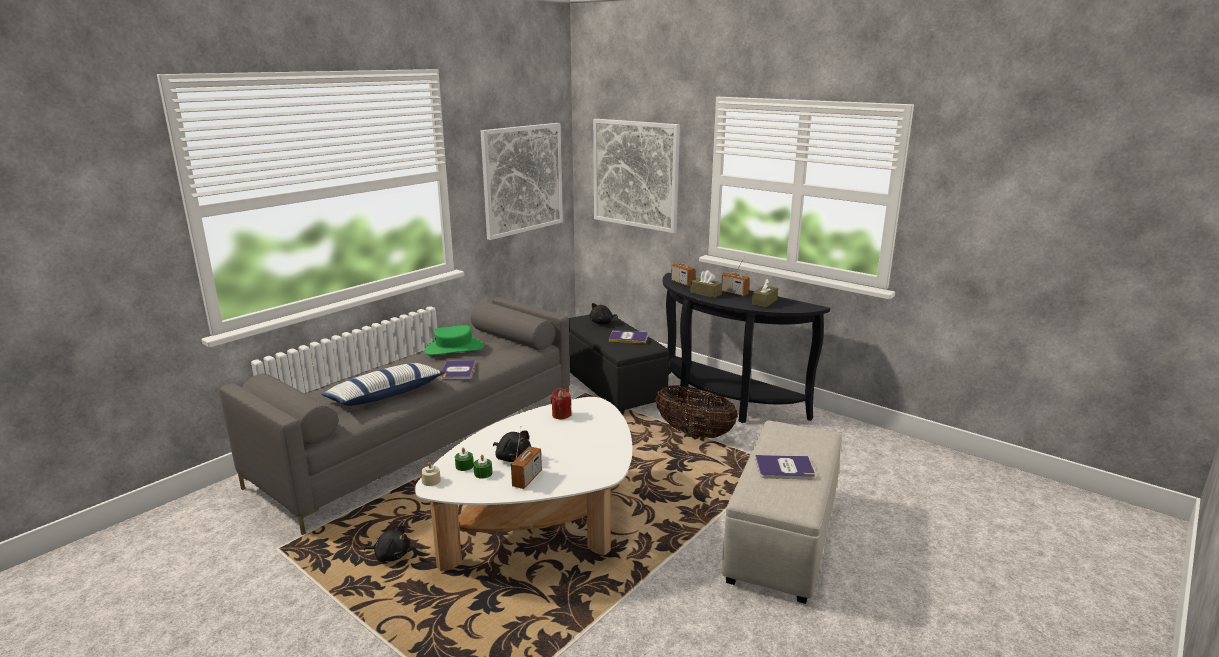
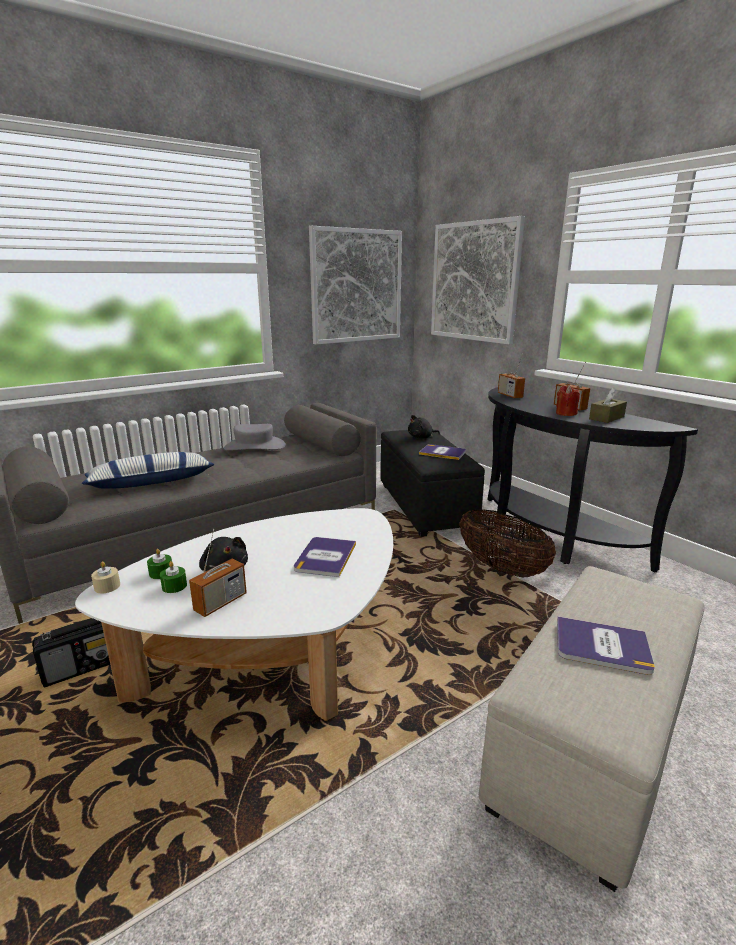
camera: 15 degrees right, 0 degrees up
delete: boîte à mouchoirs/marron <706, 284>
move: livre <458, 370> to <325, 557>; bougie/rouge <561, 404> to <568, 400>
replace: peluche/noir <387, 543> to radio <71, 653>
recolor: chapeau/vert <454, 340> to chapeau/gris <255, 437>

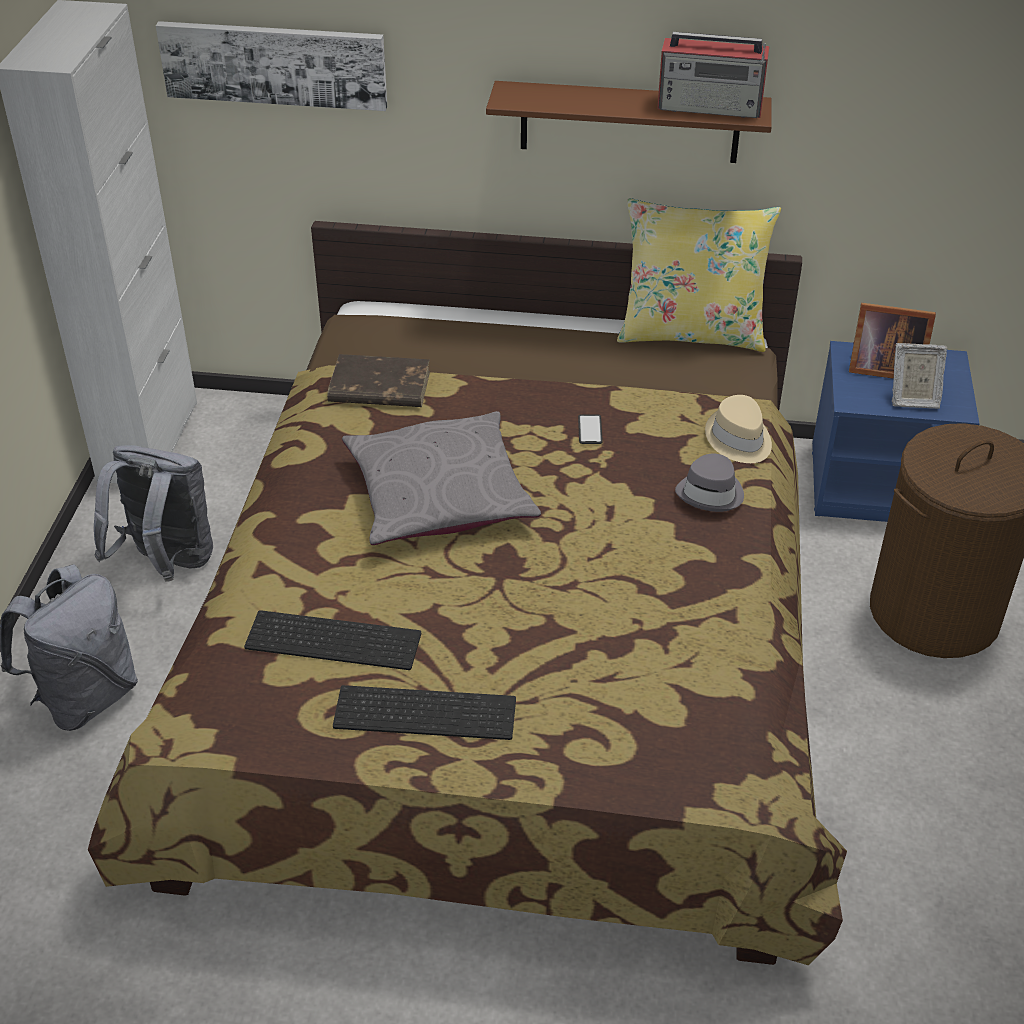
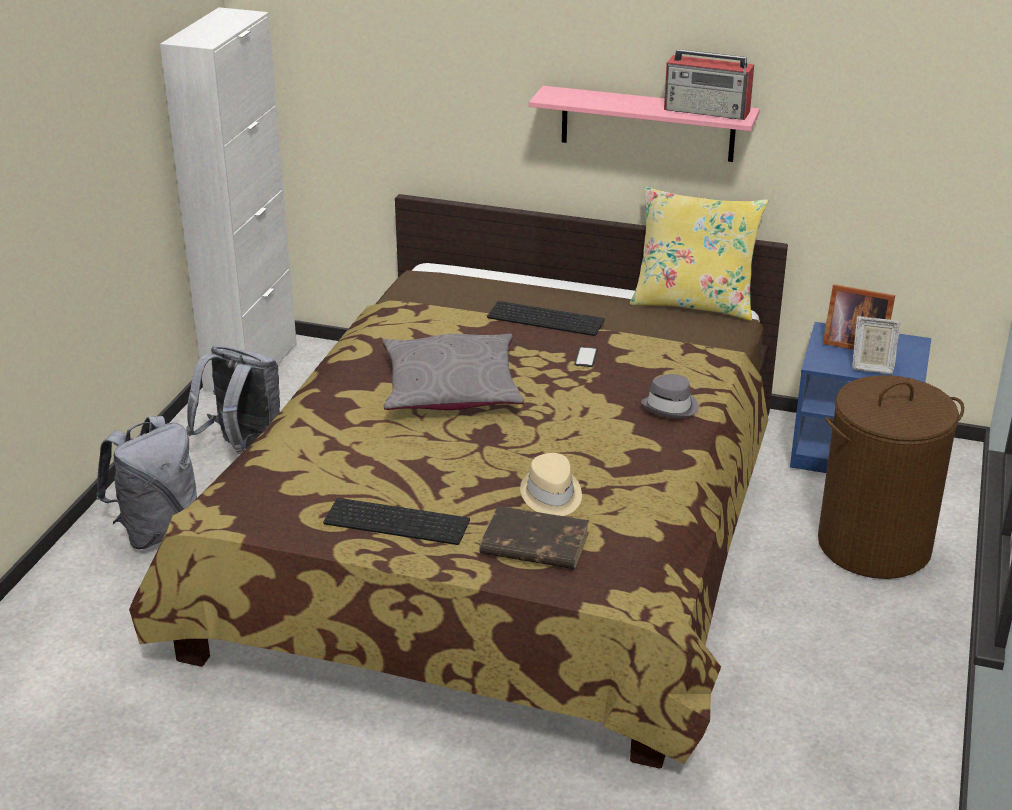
camera: 10 degrees right, 10 degrees down
delete: tableau <271, 66>
move: livre/marron <378, 380> to <534, 537>; chapeau/beige <738, 429> to <551, 484>; clavier <332, 640> to <546, 318>
recolor: étagère/marron <629, 122> to étagère/rose <644, 124>

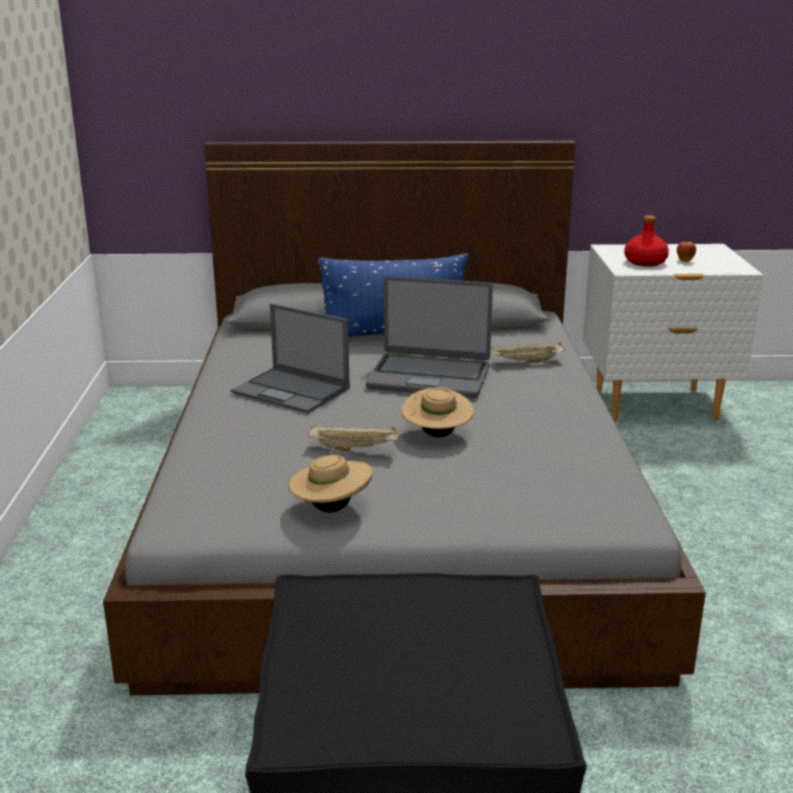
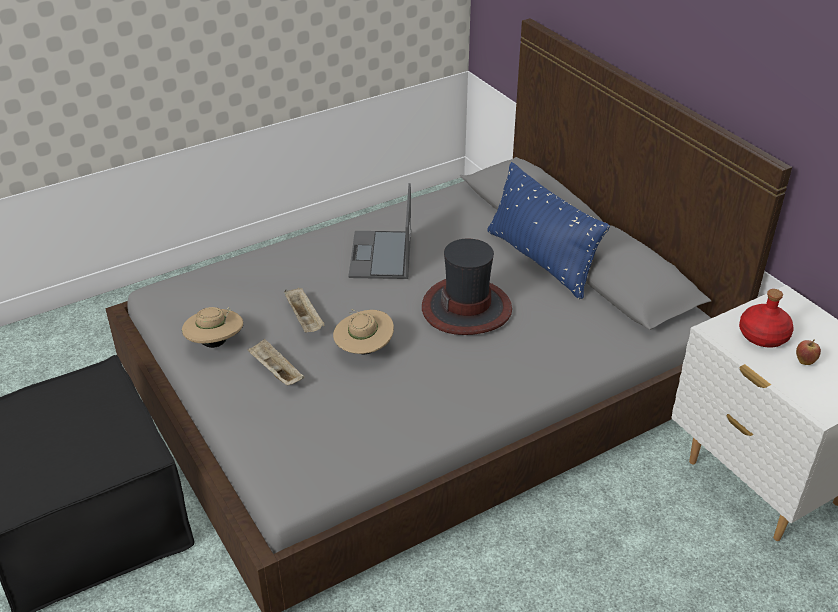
camera: 60 degrees right, 15 degrees up
move: plateau/beige <527, 352> to <276, 362>
replace: ordinateur portable <429, 337> to chapeau <467, 287>

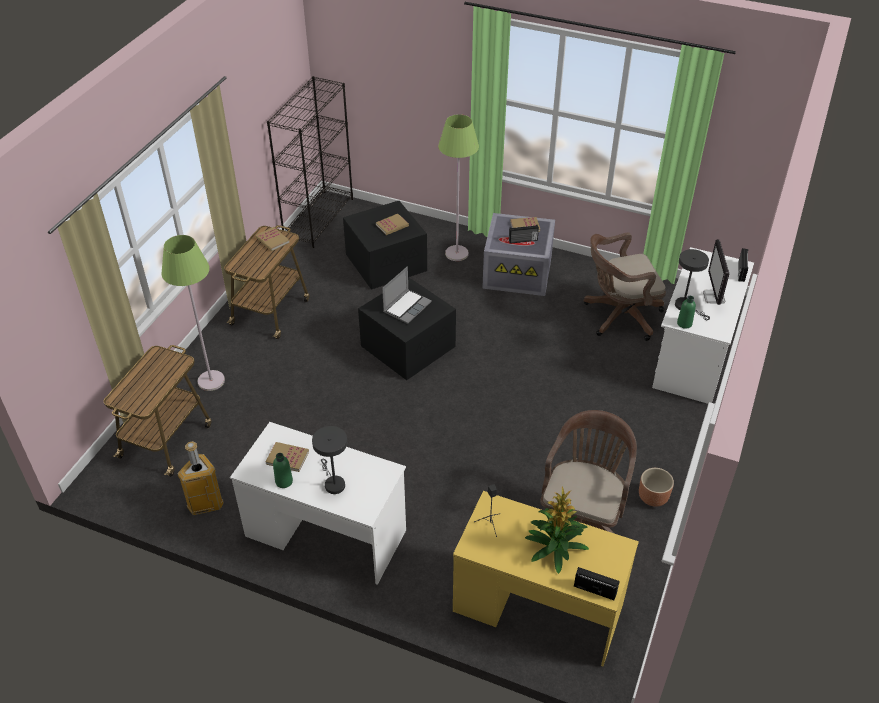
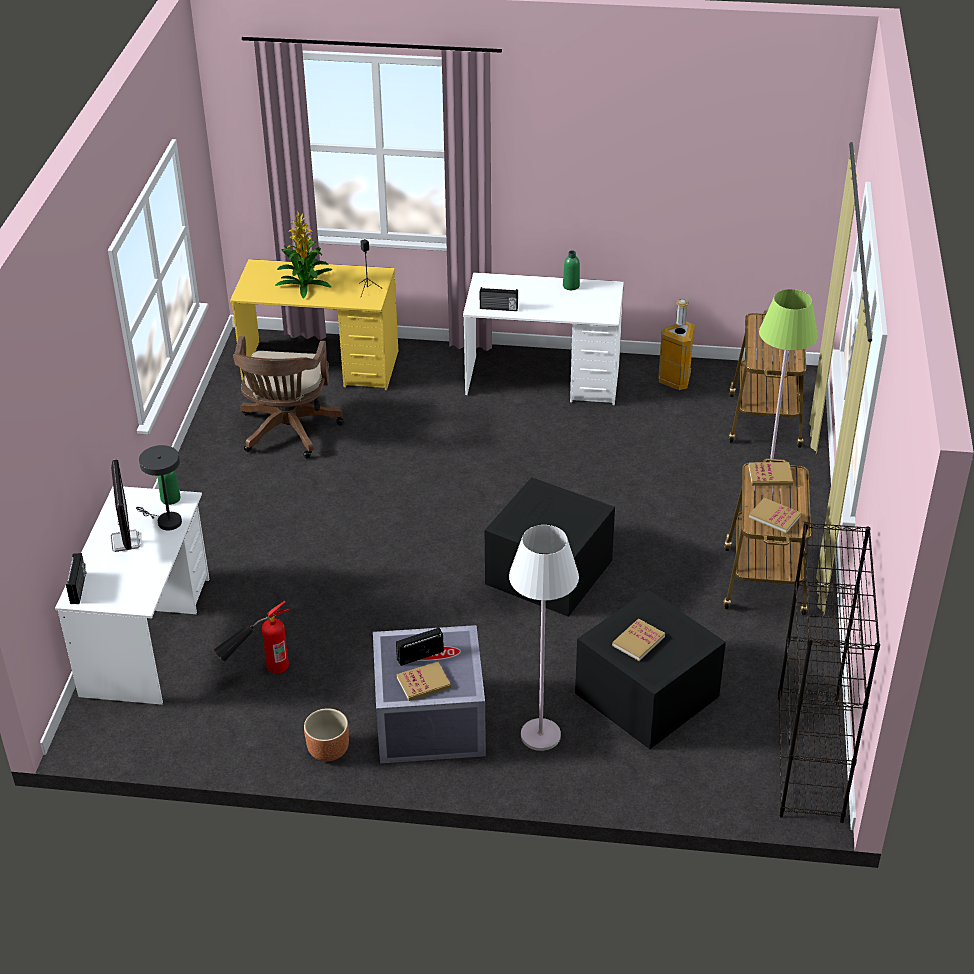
camera: 165 degrees right, 5 degrees down
delete: ordinateur portable <407, 295>; lampe de table/gris <329, 460>
move: livre <287, 457> to <770, 474>; cache-pot/marron <656, 487> to <326, 734>; radio <597, 583> to <499, 299>
replace: chaise de bureau/marron <625, 287> to extincteur <252, 637>
recolor: lampadaire/vert <458, 187> to lampadaire/blanc <544, 638>

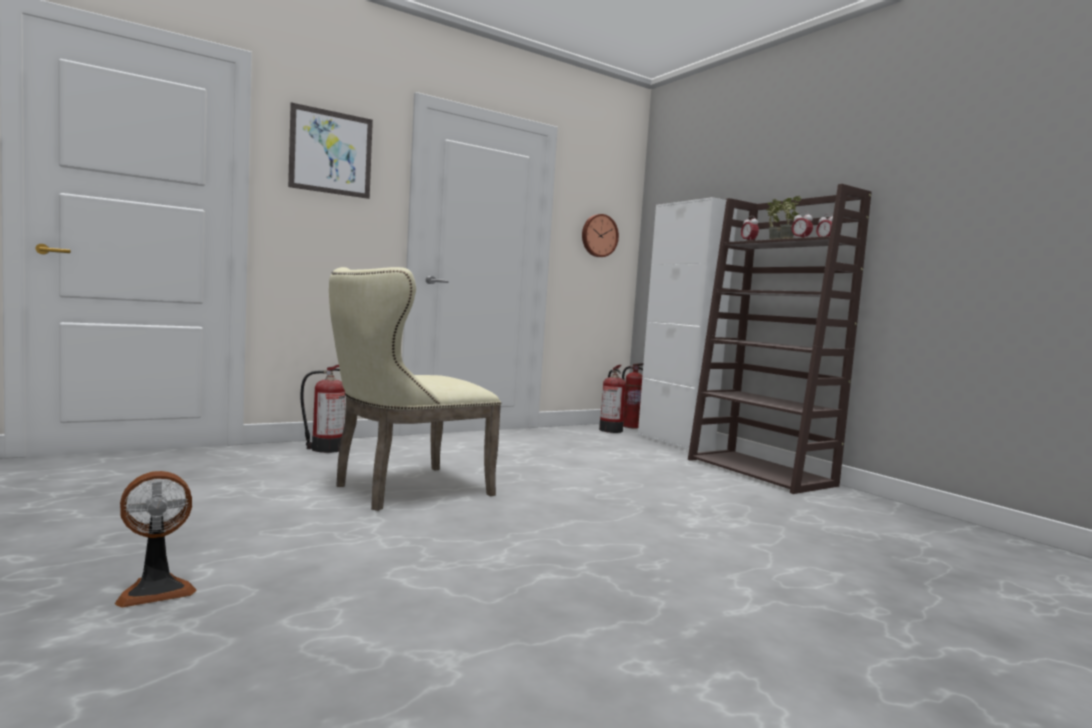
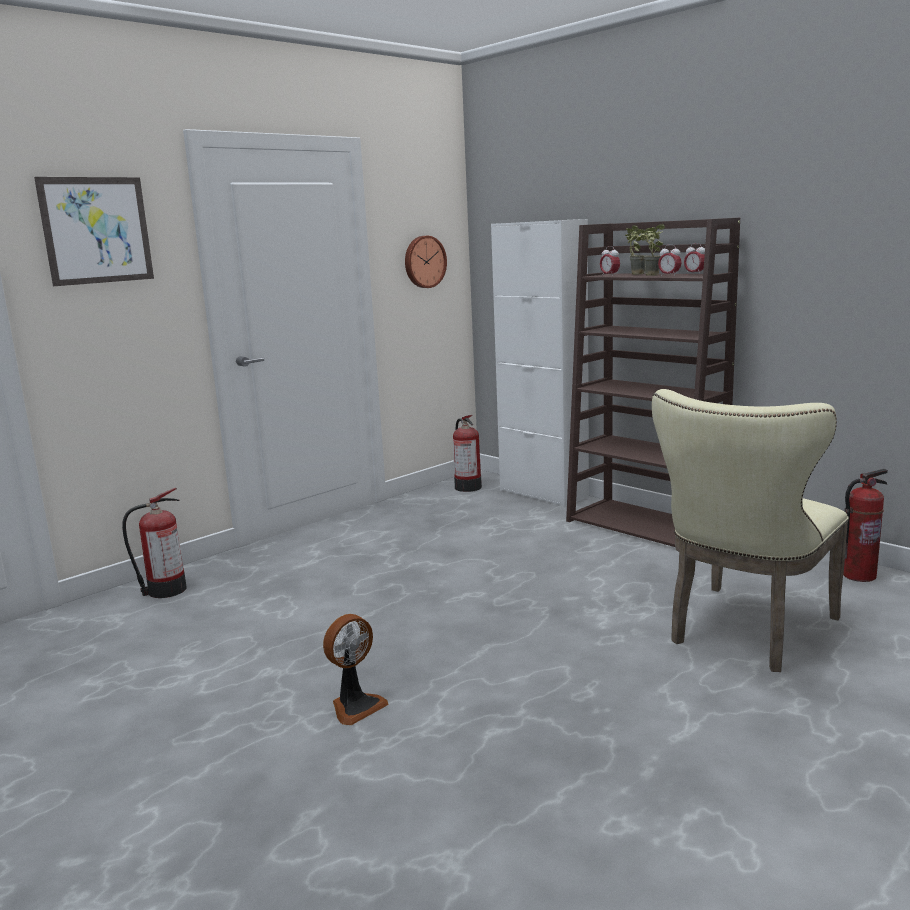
camera: 10 degrees left, 10 degrees up
move: chaise/beige <415, 389> to <750, 530>; extincteur <632, 396> to <865, 525>; ventilateur <156, 539> to <356, 669>

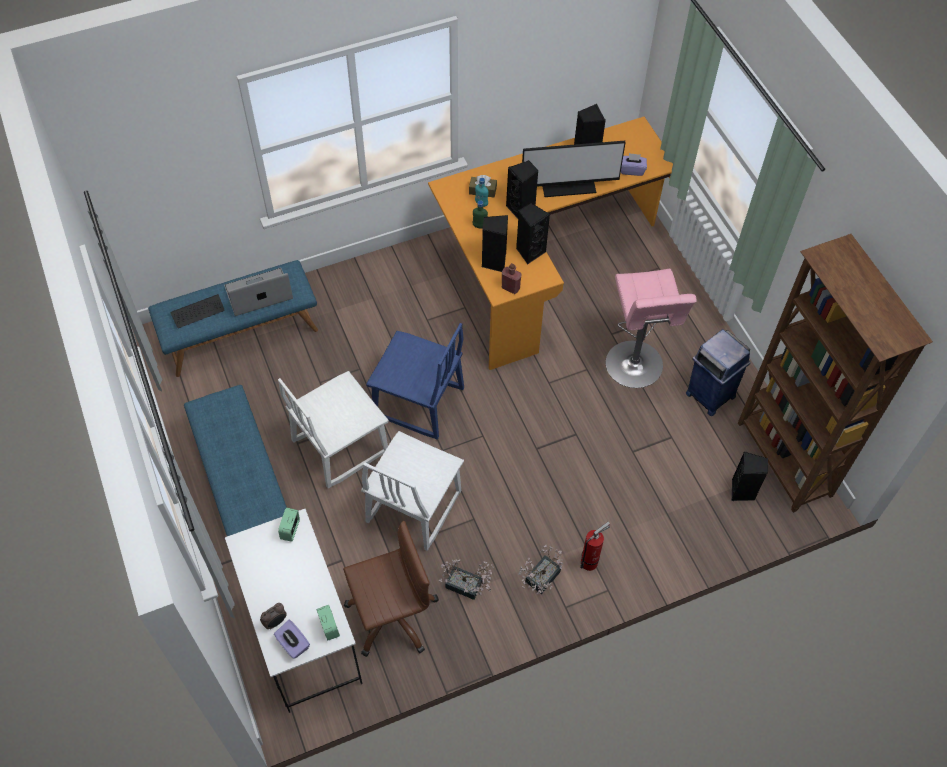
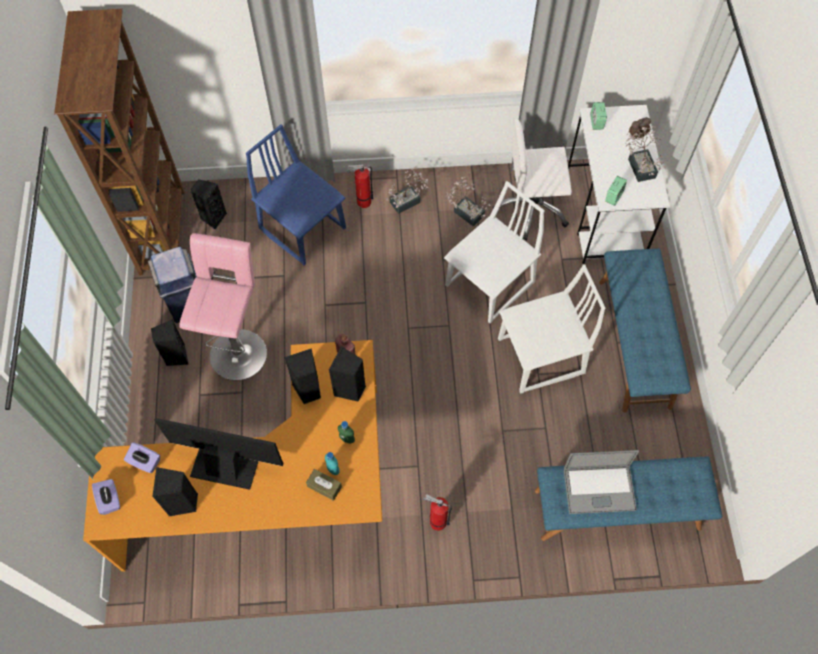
camera: 160 degrees left, 5 degrees up
delete: clavier <197, 311>
insert: plante en pot <645, 154>; extincteur <437, 512>
move: enceinte/noir <522, 189> to <170, 342>; chaise/bleu <415, 381> to <296, 194>; boîte à mouchoirs/violet <292, 639> to <106, 497>
recolor: chaise de bureau/marron <391, 589> to chaise de bureau/blanc <532, 179>

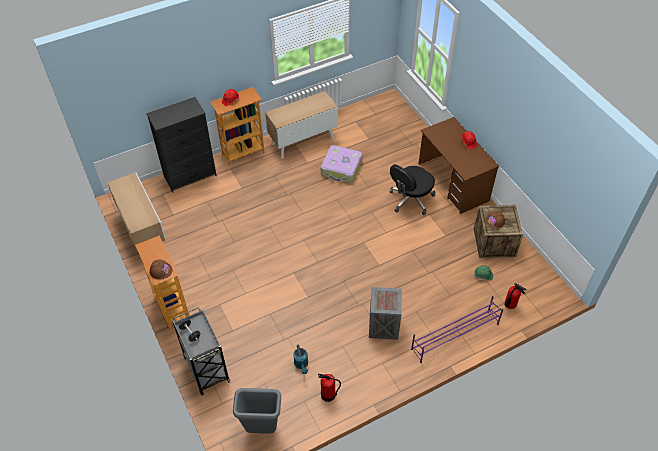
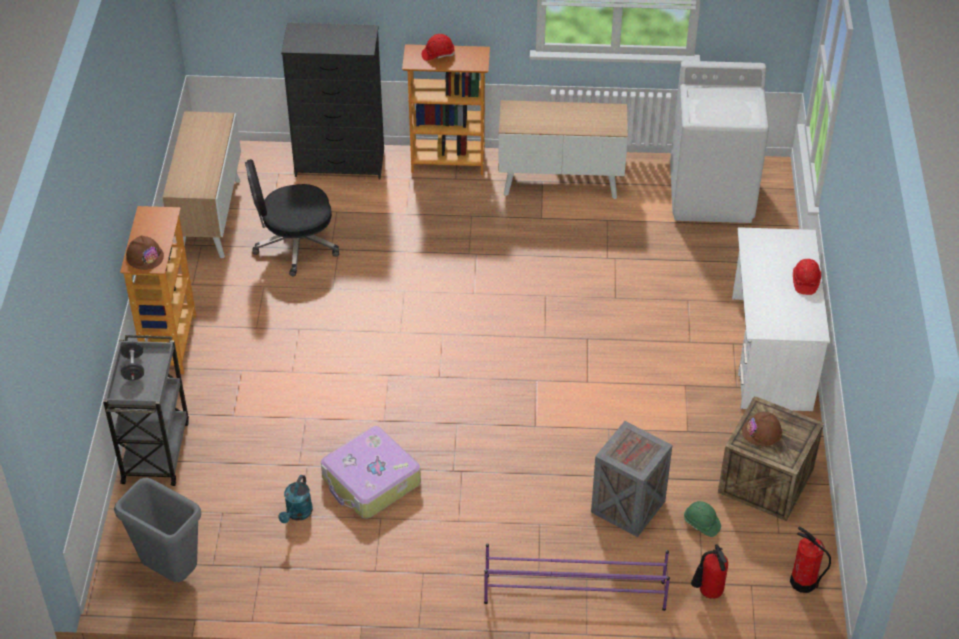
camera: 30 degrees right, 5 degrees down
insert: lave-linge/blanc <719, 142>
move: valise <342, 164> to <371, 472>; chaise de bureau/noir <413, 189> to <292, 217>; caisse <385, 313> to <632, 479>; extincteur <329, 388> to <810, 560>
recolor: bureau/marron <459, 165> to bureau/blanc <781, 319>

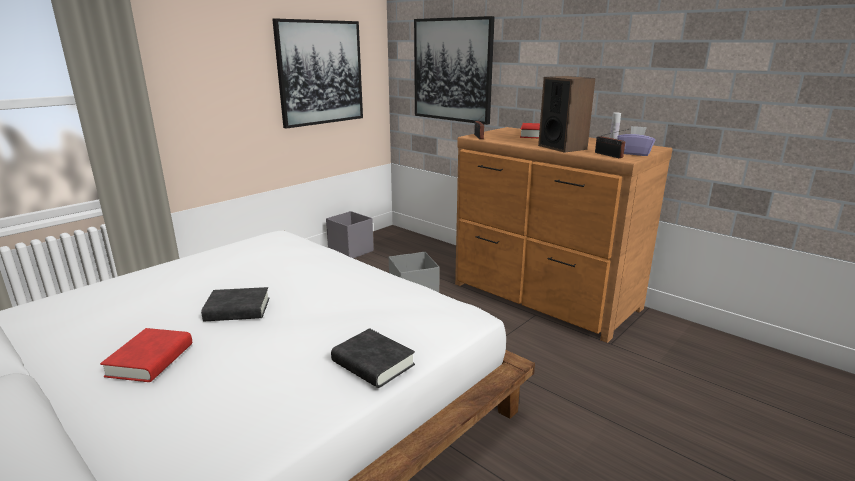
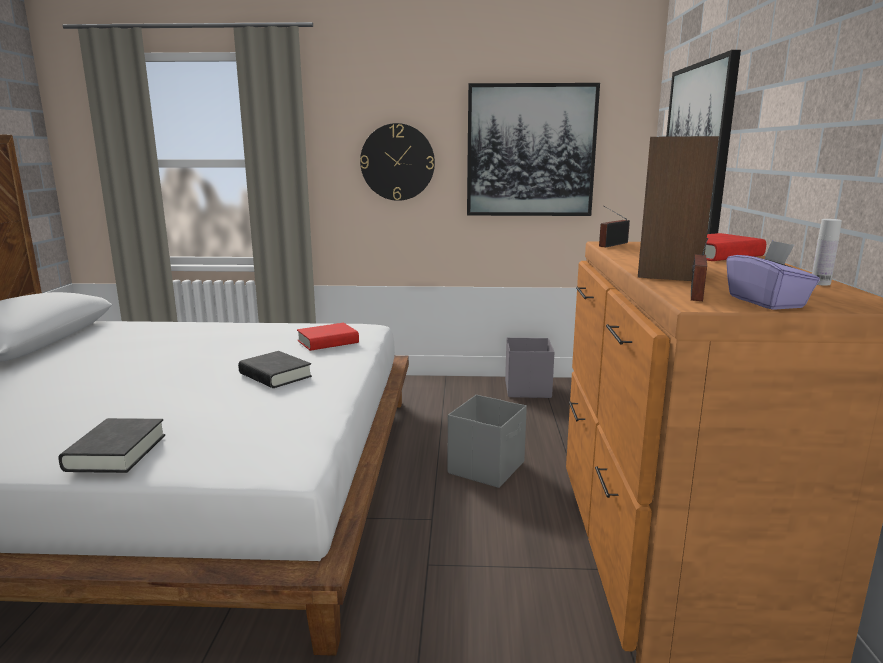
camera: 50 degrees right, 5 degrees down
insert: horloge murale <397, 162>
move: livre/noir <235, 304> to <275, 369>; livre/rouge <146, 355> to <328, 337>

